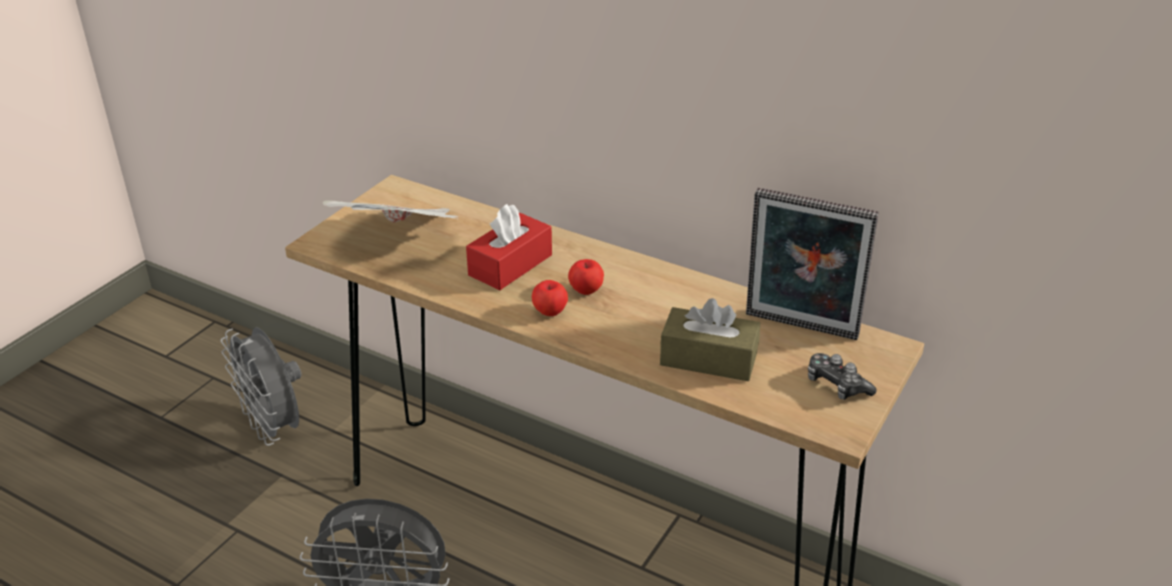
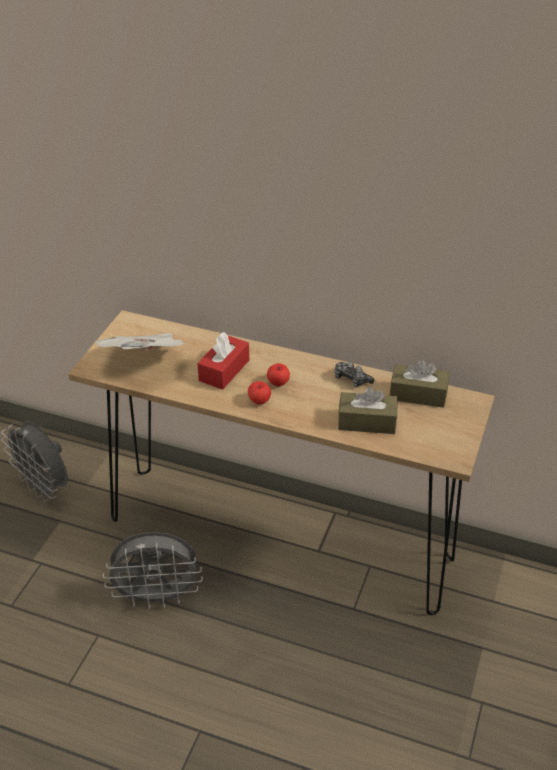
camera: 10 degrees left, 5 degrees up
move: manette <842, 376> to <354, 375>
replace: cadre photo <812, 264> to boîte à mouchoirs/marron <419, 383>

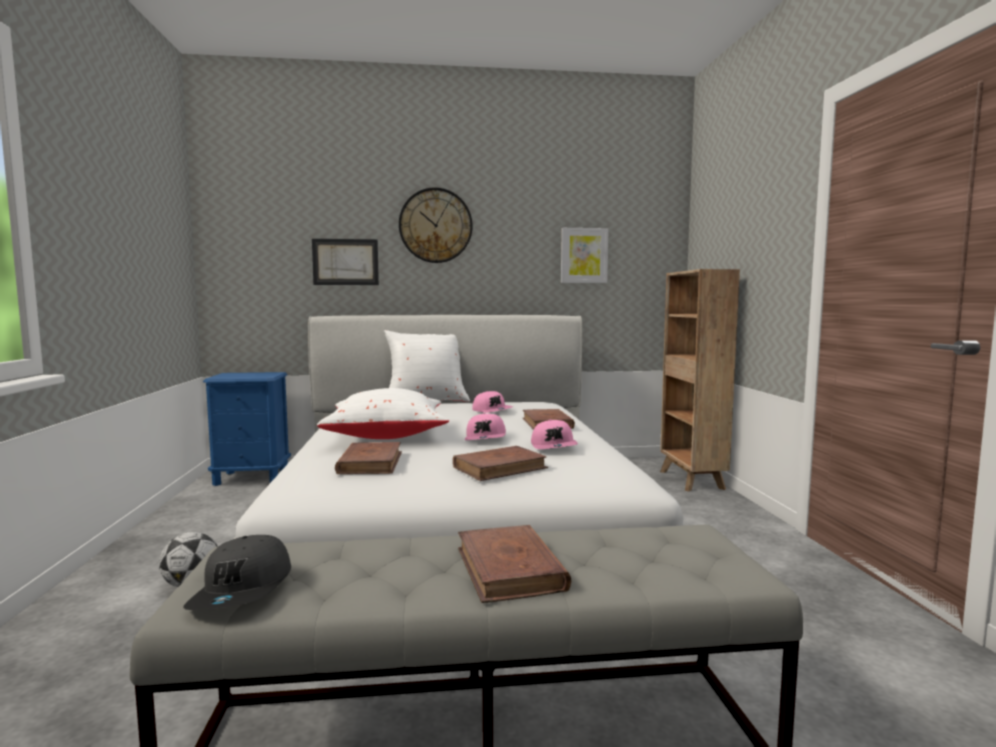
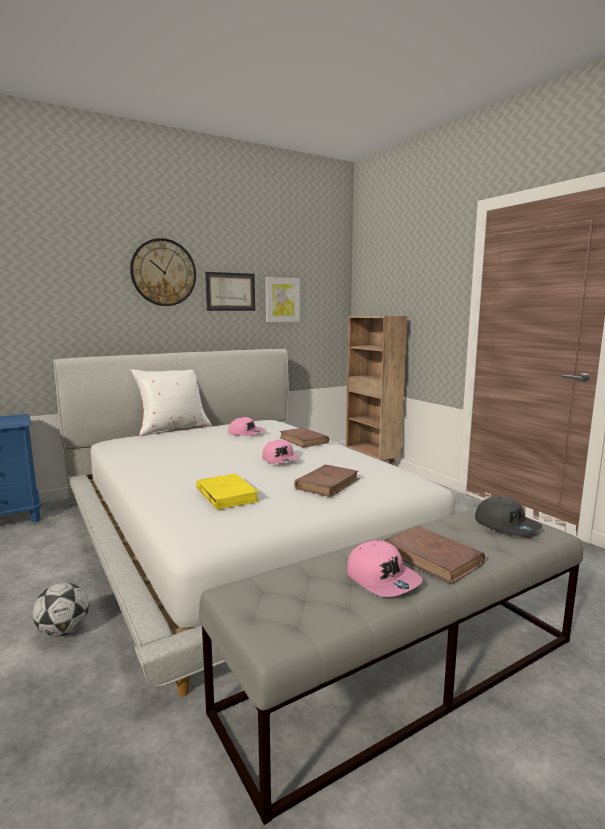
camera: 25 degrees left, 5 degrees up
delete: coussin/blanc <383, 413>
move: tableau <345, 262> to <230, 291>; casquette/rose <554, 434> to <384, 568>; casquette/gris <237, 572> to <508, 516>
recolor: livre/marron <368, 458> to livre/jaune <227, 492>

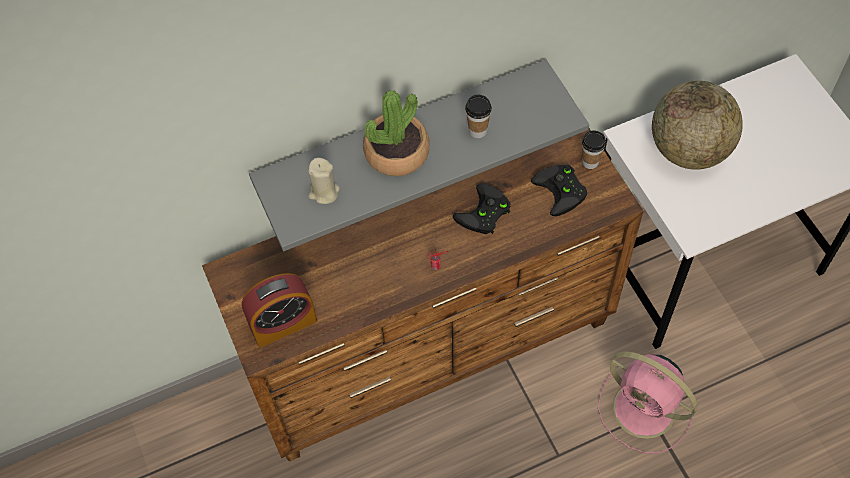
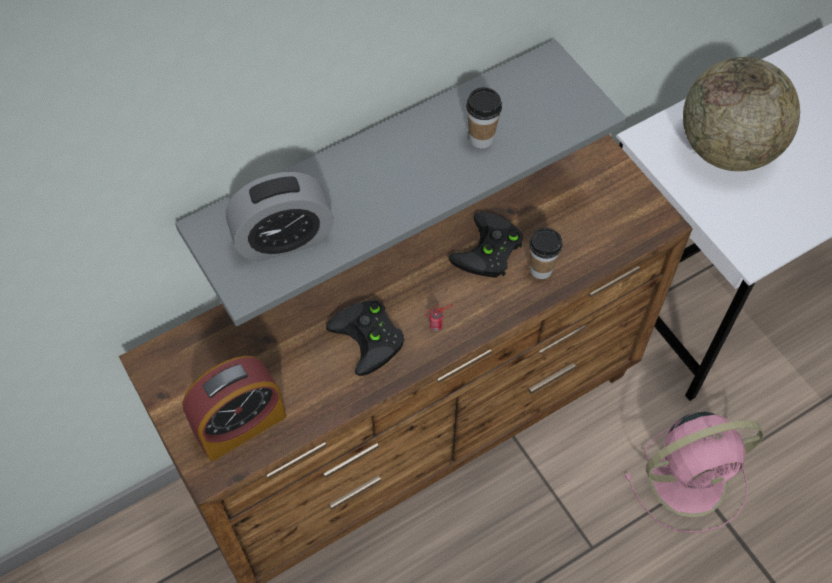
camera: 10 degrees left, 0 degrees up
delete: plante en pot <396, 133>
move: tasse <594, 149> to <546, 253>; manette/noir <559, 190> to <365, 338>
replace: bougie/beige <324, 181> to réveil <280, 217>
rotate: ventilateur/rose <647, 402> = <694, 472> 45 degrees counterclockwise

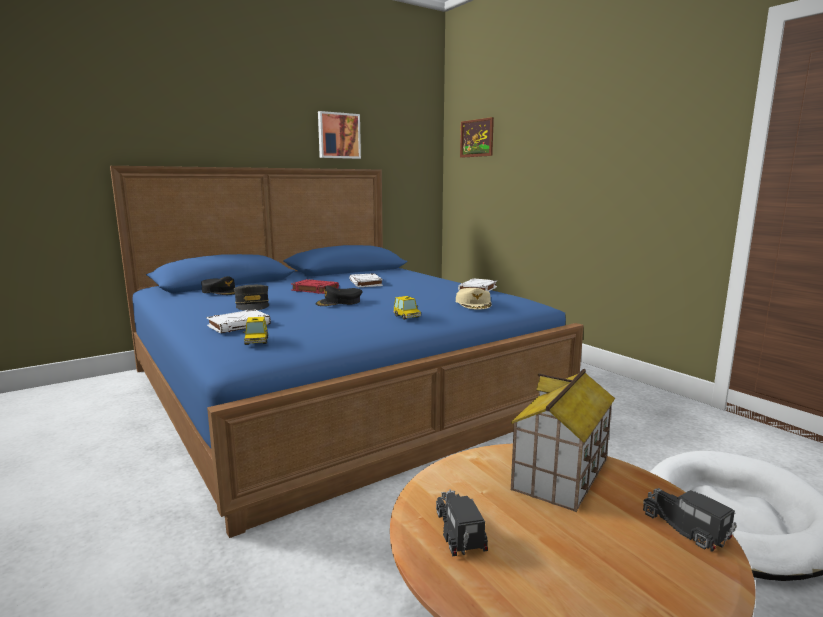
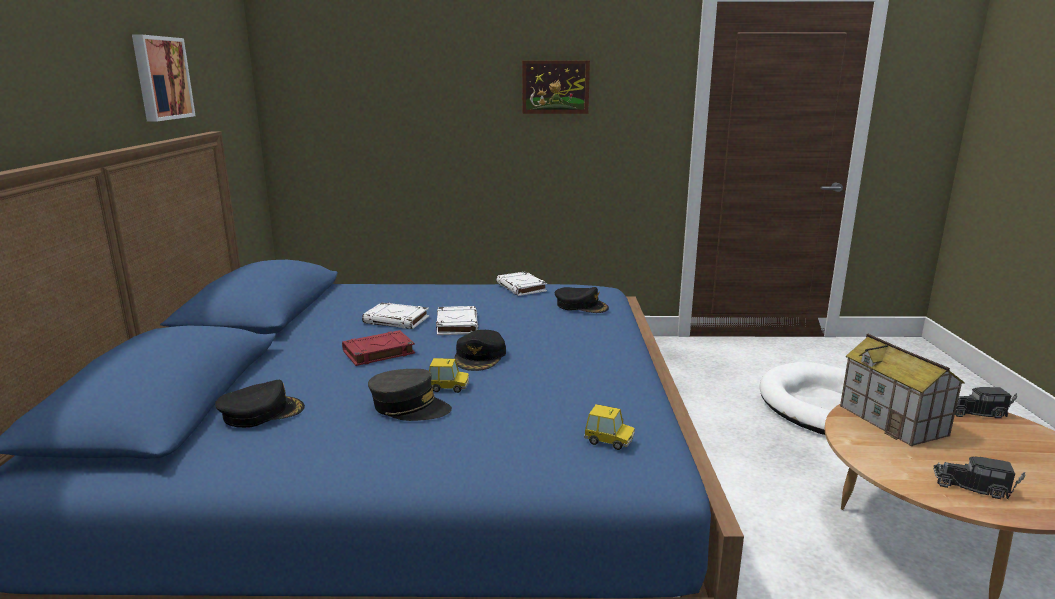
camera: 55 degrees left, 5 degrees up
move: tableau <477, 137> to <556, 87>; petite voiture <407, 308> to <449, 375>; livre/blanc <238, 321> to <457, 320>
recolor: casquette/beige <474, 298> to casquette/noir <582, 300>

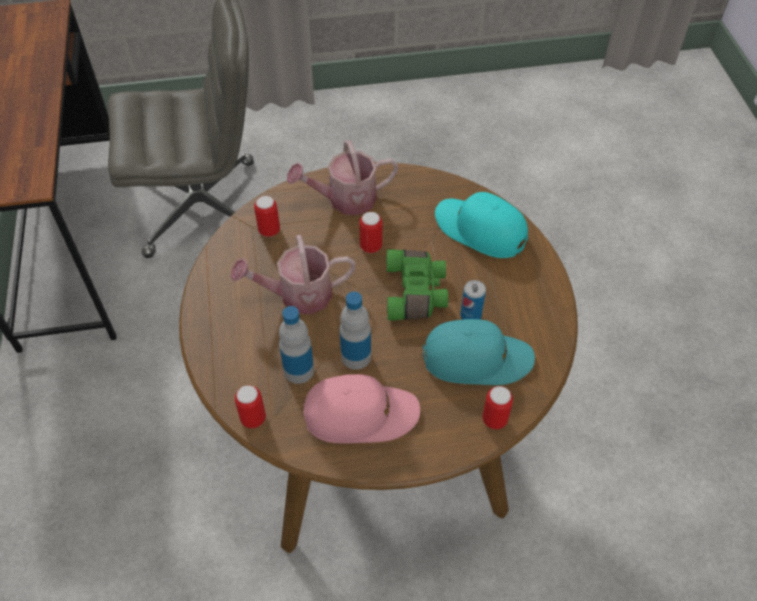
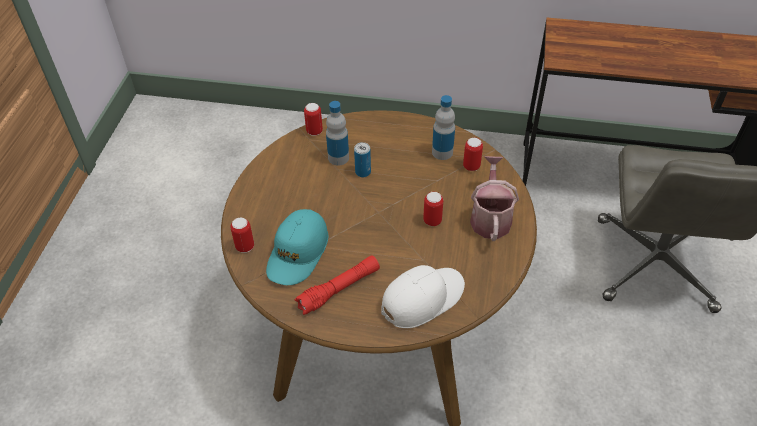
camera: 110 degrees right, 5 degrees down
delete: arrosoir <292, 274>; jumelles/vert <417, 284>; casquette/rose <361, 409>
insert: lampe de poche/rouge <337, 285>
move: boîte métallique <473, 300> to <362, 159>; bouteille <355, 331> to <443, 127>
recolor: casquette/turquoise <481, 225> to casquette/blanc <423, 296>

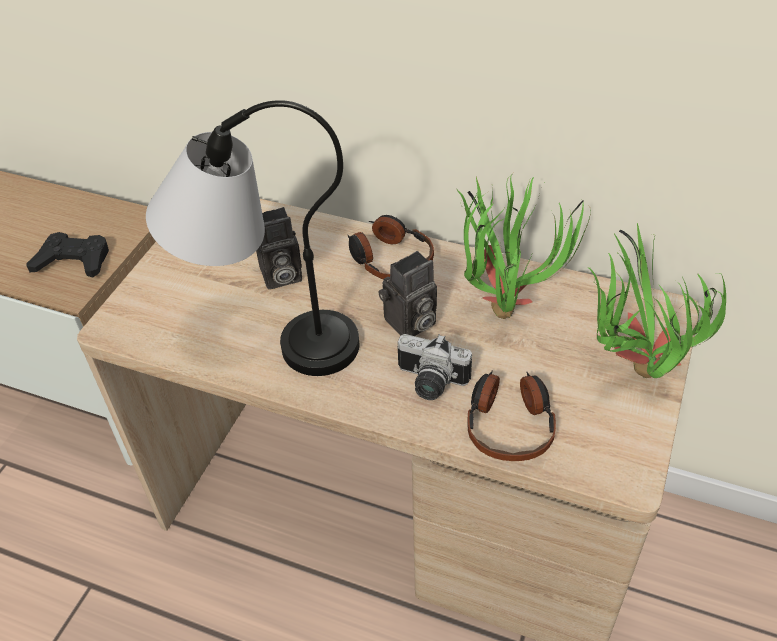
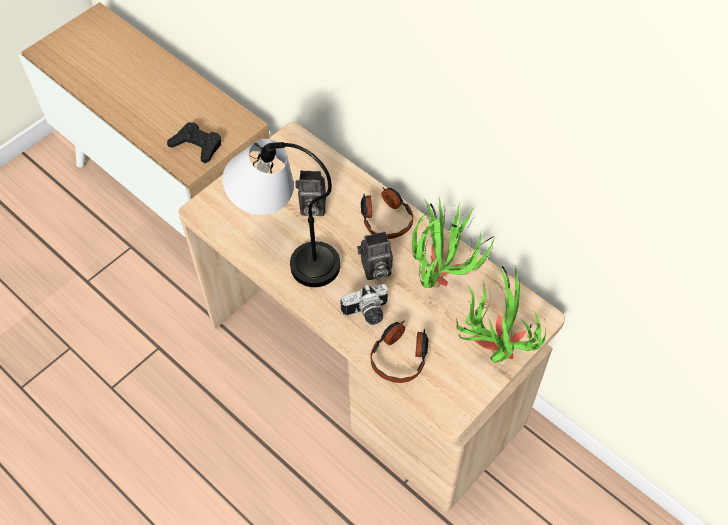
camera: 20 degrees right, 10 degrees up
rotate: appareil photo <434, 367> = <364, 304> 60 degrees counterclockwise

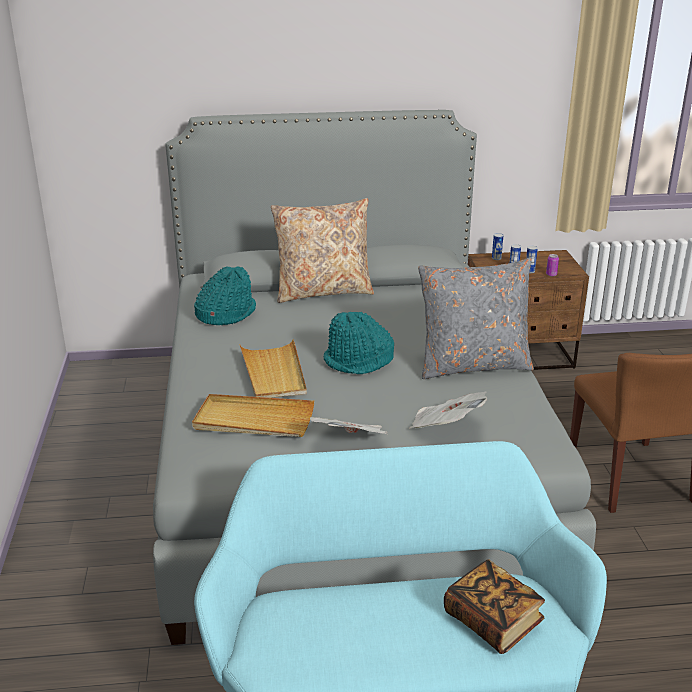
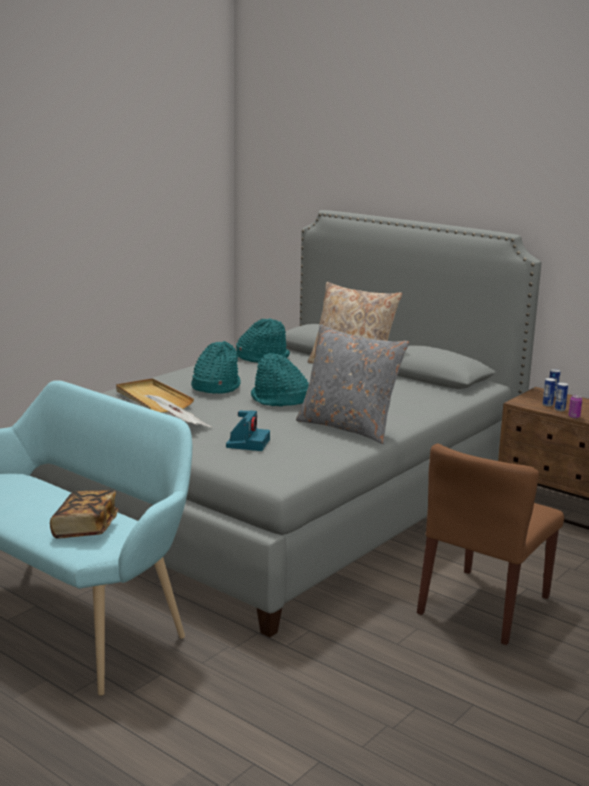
camera: 45 degrees right, 10 degrees down
replace: plateau/beige <273, 368> to chapeau/turquoise <216, 367>; journal <448, 410> to appareil photo <248, 430>

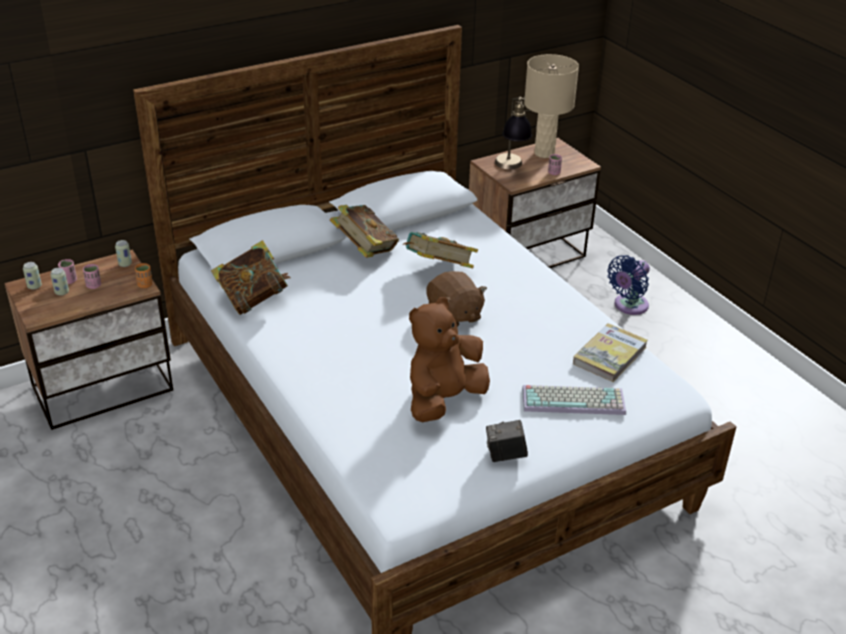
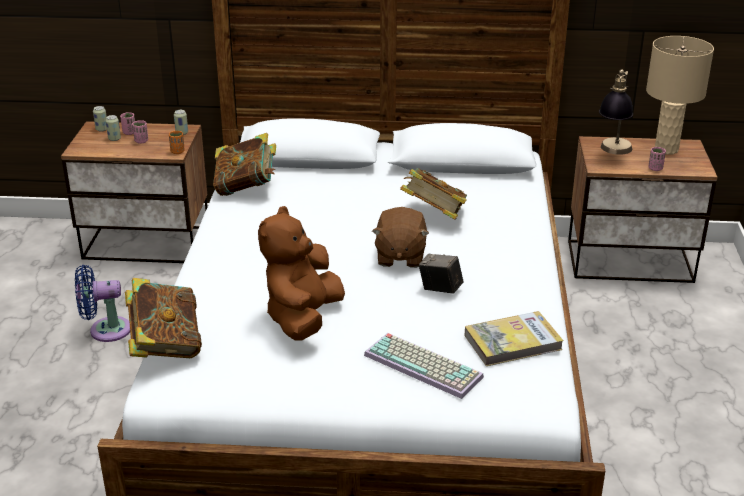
camera: 35 degrees right, 5 degrees down
move: livre <364, 231> to <163, 318>; ventilateur/bleu <628, 285> to <102, 303>; appareil photo <507, 441> to <441, 274>
rotate: peluche/marron <449, 359> = <301, 273> 60 degrees counterclockwise

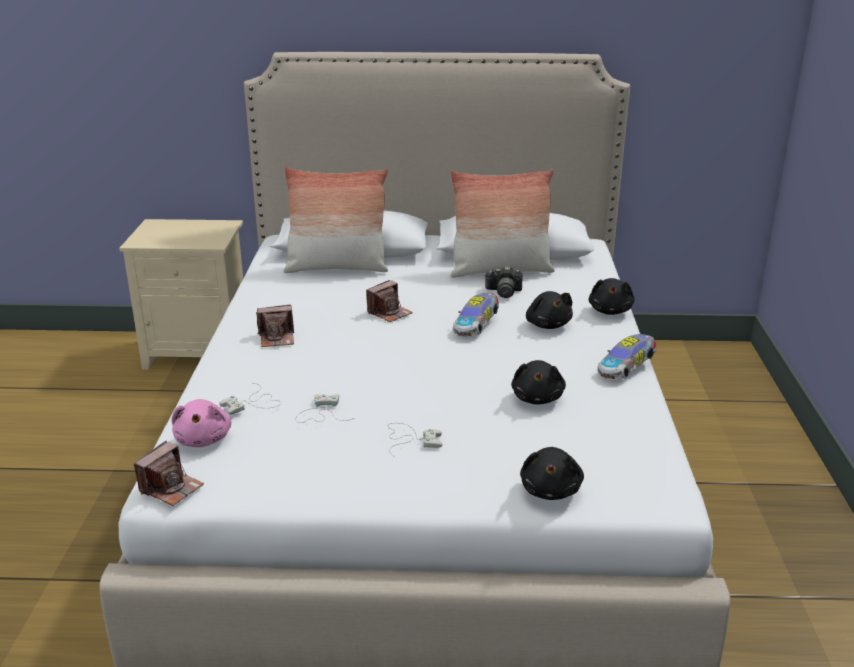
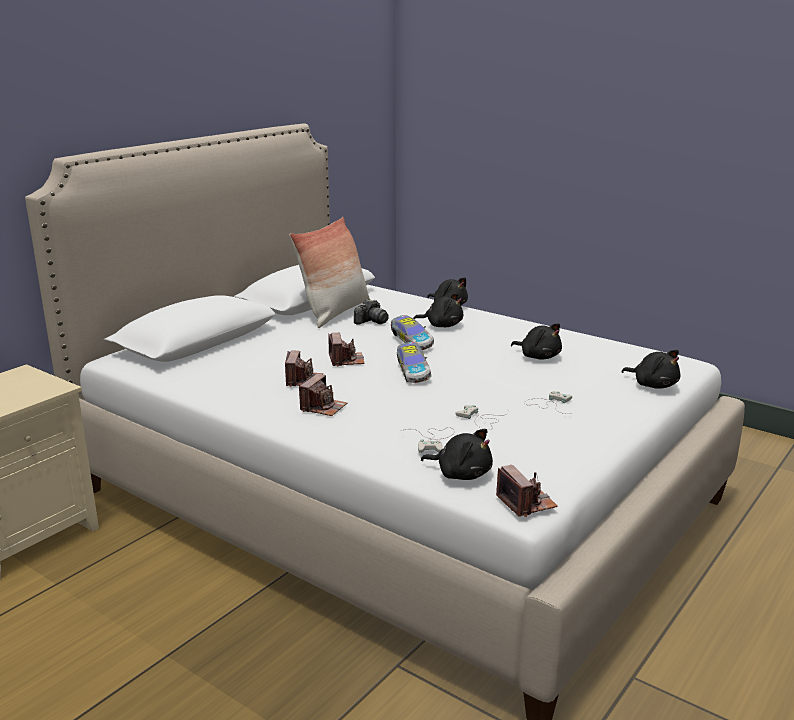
camera: 55 degrees left, 5 degrees down
delete: coussin <335, 220>
insert: appareil photo <304, 369>
move: petite voiture <627, 356> to <414, 362>
recolor: peluche/rose <202, 423> to peluche/noir <457, 454>

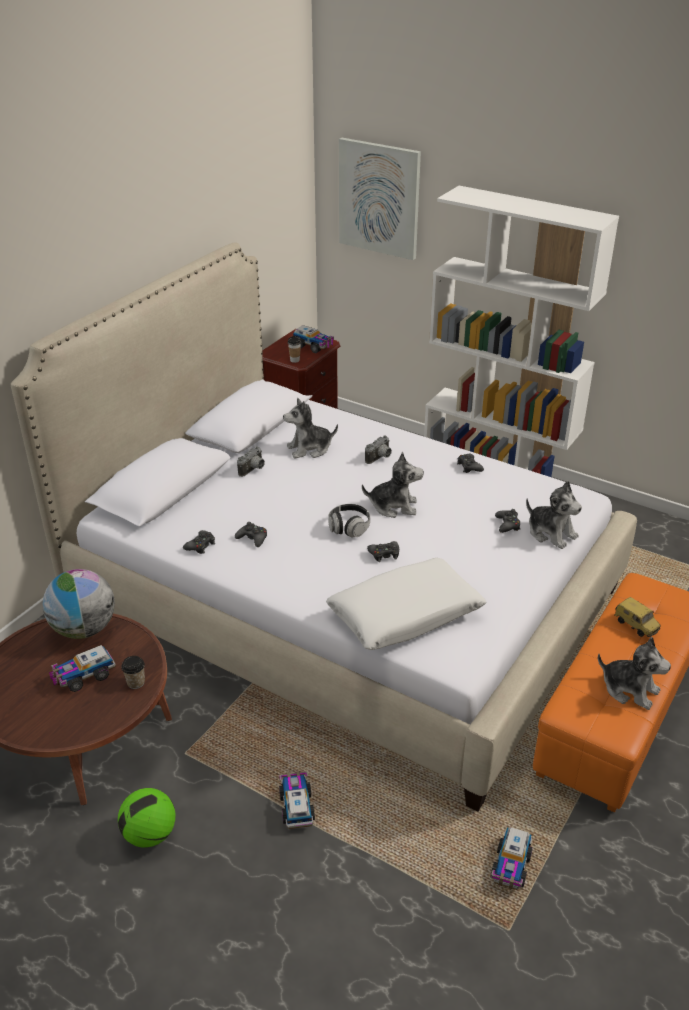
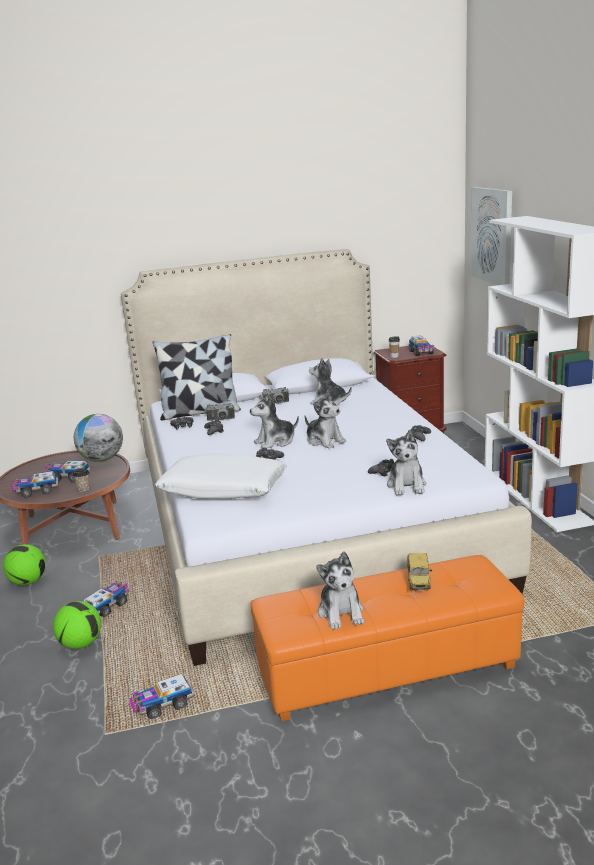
camera: 45 degrees right, 15 degrees down
insert: coussin <197, 377>; camion jouet <35, 484>; ballon de foot <77, 625>
move: appareil photo <378, 449> to <220, 412>
replace: casque audio <349, 520> to peluche <274, 421>

